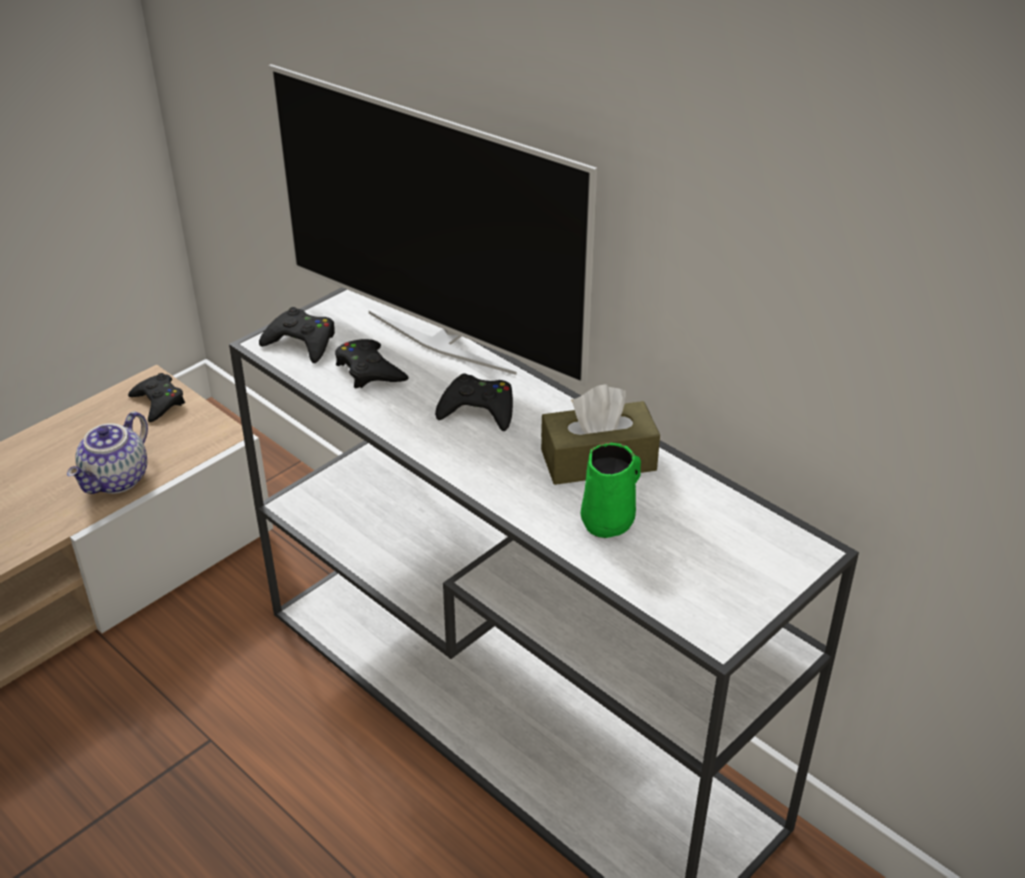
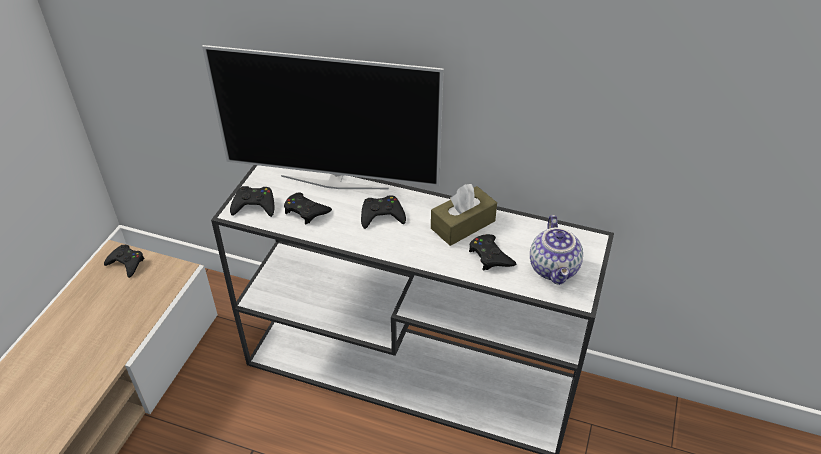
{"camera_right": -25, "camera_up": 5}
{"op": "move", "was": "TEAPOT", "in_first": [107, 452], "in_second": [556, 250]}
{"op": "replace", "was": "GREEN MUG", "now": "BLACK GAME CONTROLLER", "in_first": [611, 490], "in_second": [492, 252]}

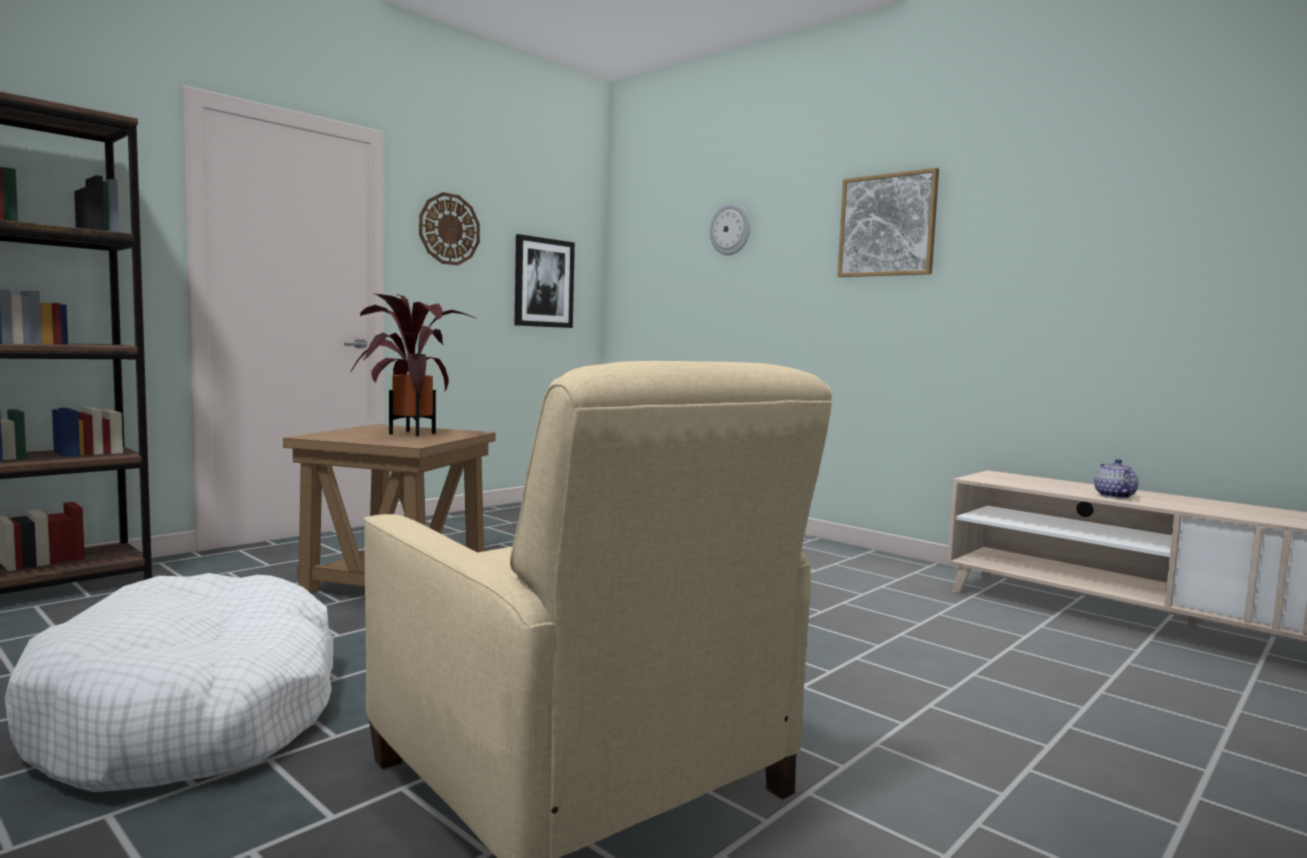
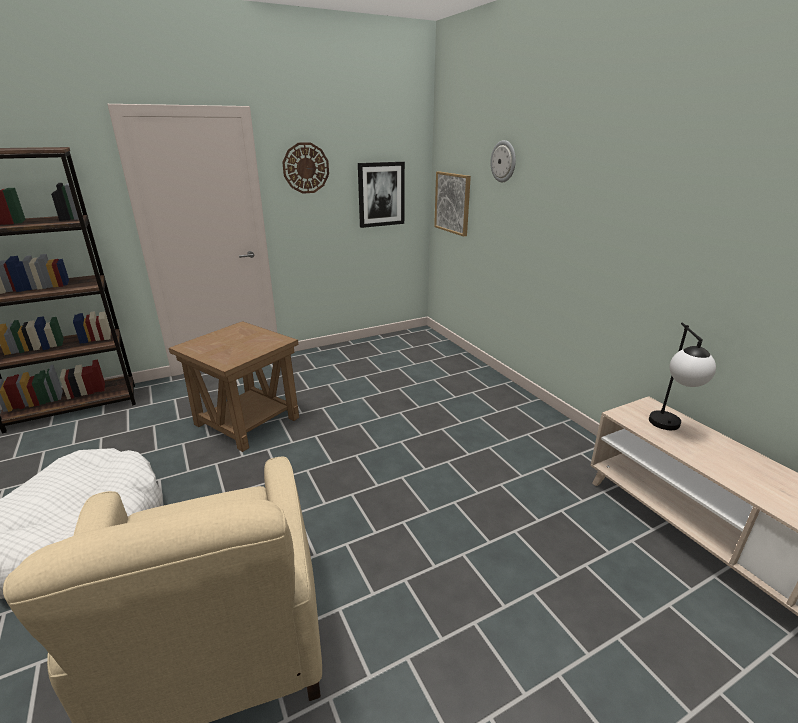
{"camera_right": 20, "camera_up": 20}
{"op": "move", "was": "PICTURE", "in_first": [888, 222], "in_second": [452, 204]}
{"op": "delete", "was": "POTTED PLANT", "in_first": [413, 365]}
{"op": "delete", "was": "TEAPOT", "in_first": [1116, 479]}
{"op": "insert", "now": "TABLE LAMP", "in_second": [682, 376]}

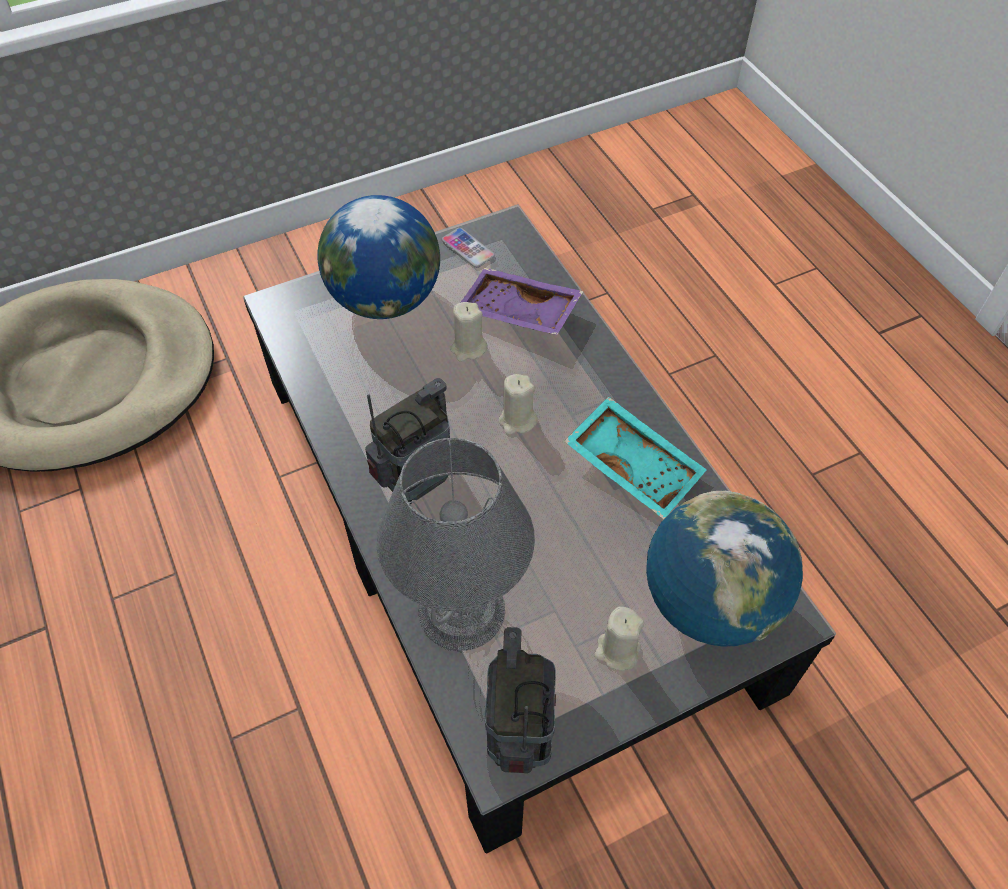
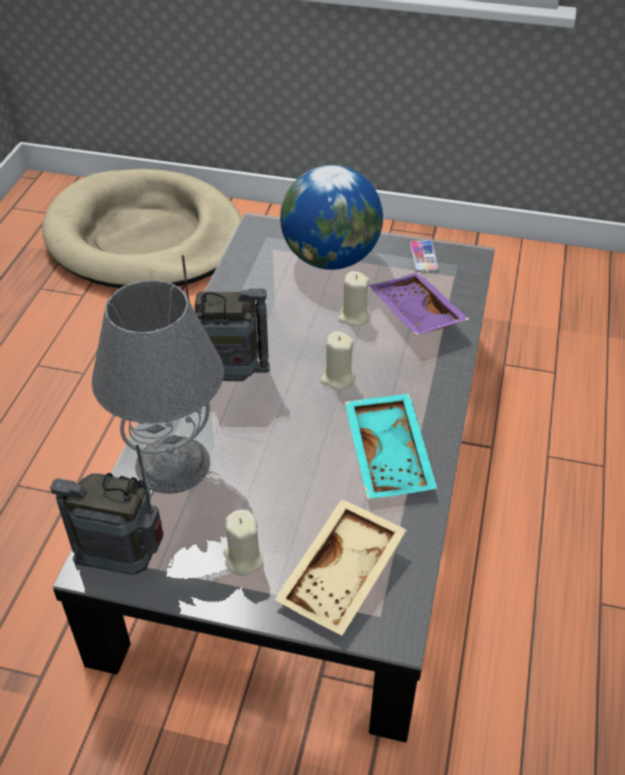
{"camera_right": 40, "camera_up": -10}
{"op": "replace", "was": "GLOBE", "now": "BEIGE TRAY", "in_first": [724, 569], "in_second": [340, 567]}
{"op": "rotate", "was": "RADIO", "in_first": [520, 700], "in_second": [107, 509], "clockwise": -120}

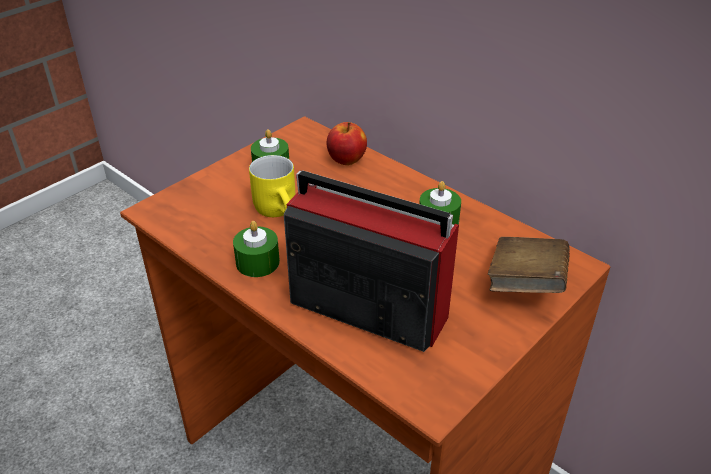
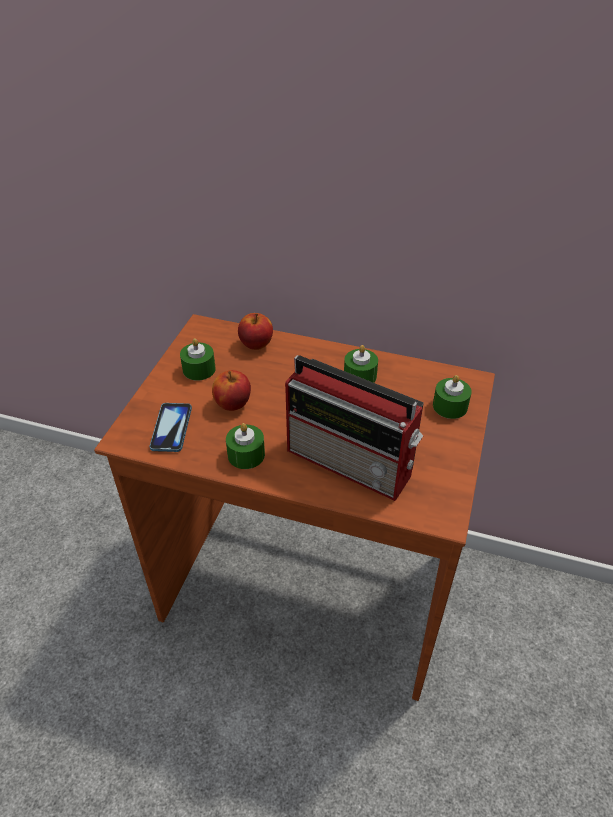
{"camera_right": -25, "camera_up": 5}
{"op": "replace", "was": "YELLOW MUG", "now": "APPLE", "in_first": [272, 186], "in_second": [231, 390]}
{"op": "rotate", "was": "RADIO", "in_first": [371, 261], "in_second": [354, 428], "clockwise": -150}
{"op": "replace", "was": "BROWN BOOK", "now": "GREEN CANDLE", "in_first": [529, 265], "in_second": [452, 397]}
{"op": "insert", "now": "PHONE", "in_second": [171, 427]}

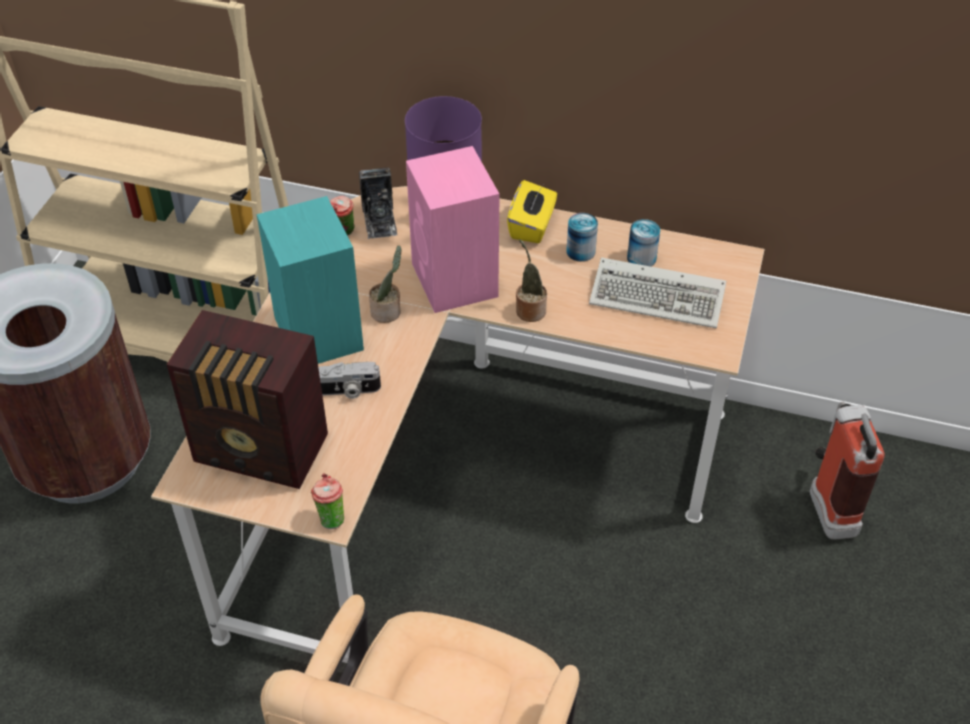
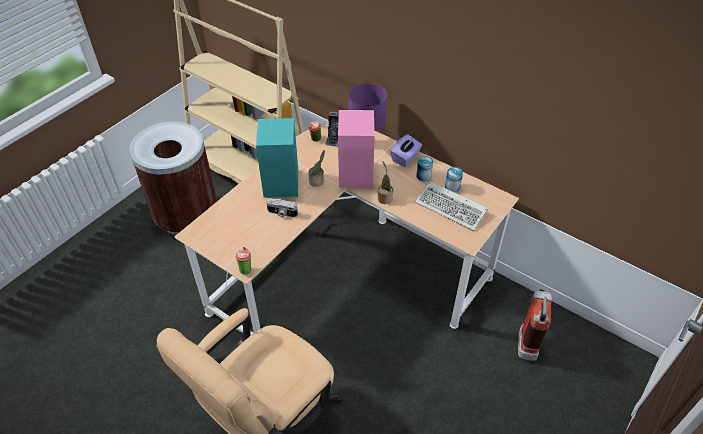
{"camera_right": 20, "camera_up": 0}
{"op": "recolor", "was": "YELLOW TISSUE BOX", "now": "PURPLE TISSUE BOX", "in_first": [532, 211], "in_second": [406, 150]}
{"op": "delete", "was": "RADIO", "in_first": [247, 399]}

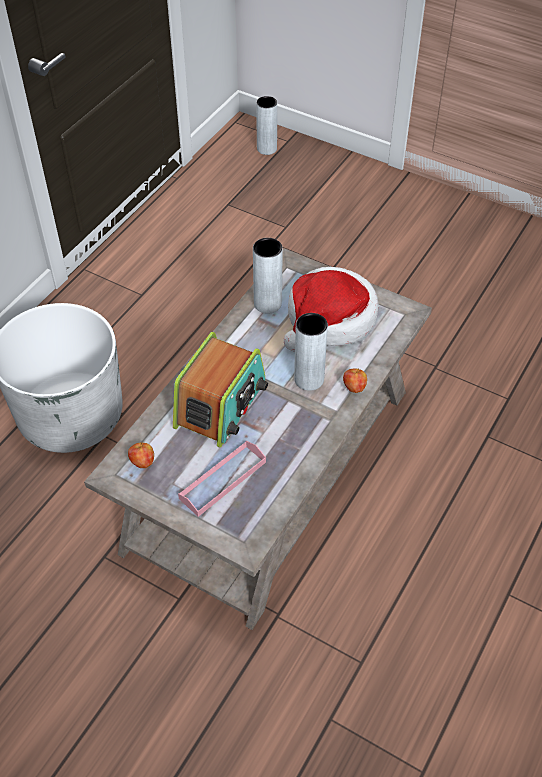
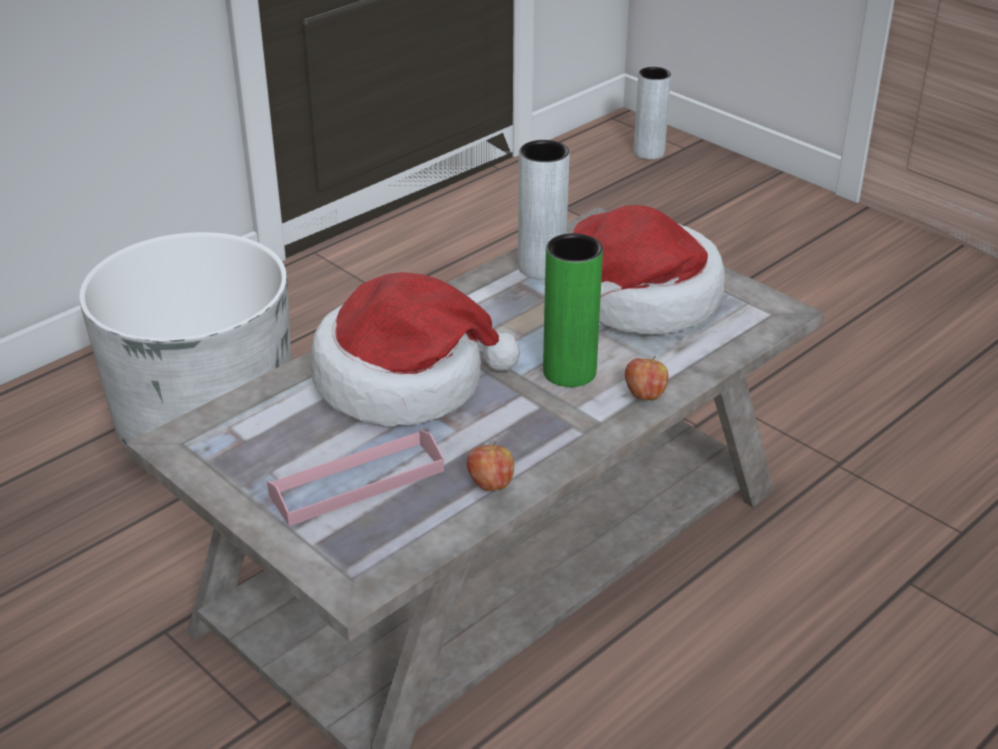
{"camera_right": 15, "camera_up": -15}
{"op": "recolor", "was": "GREY VASE", "now": "GREEN VASE", "in_first": [311, 352], "in_second": [573, 310]}
{"op": "replace", "was": "RADIO", "now": "HAT", "in_first": [220, 390], "in_second": [415, 349]}
{"op": "move", "was": "APPLE", "in_first": [141, 455], "in_second": [490, 466]}

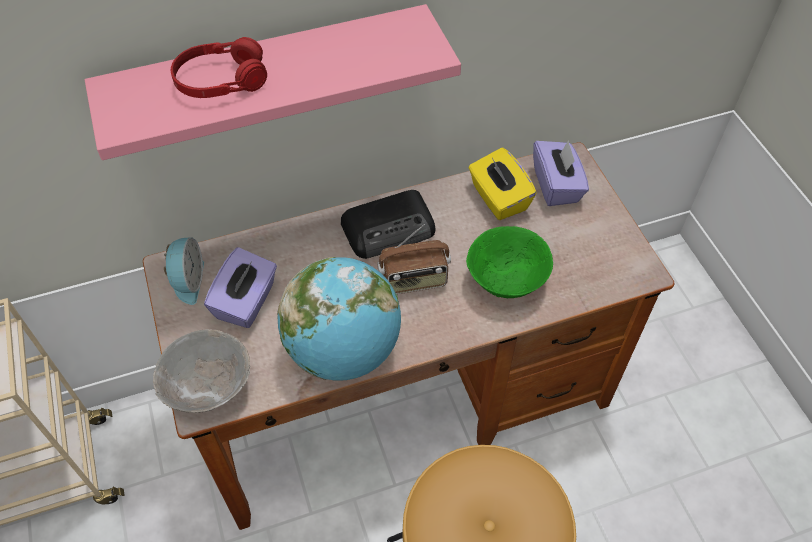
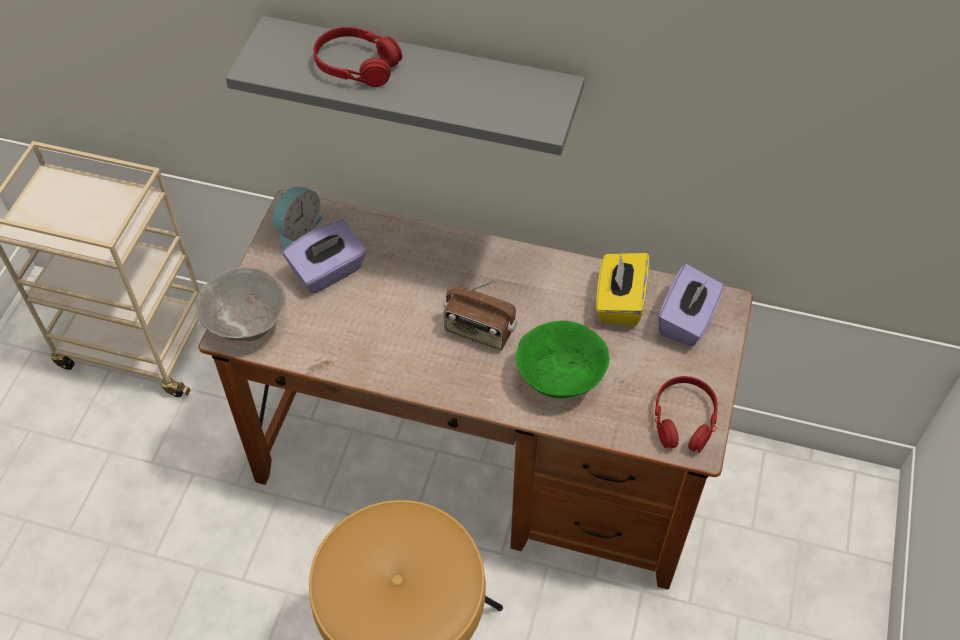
{"camera_right": 35, "camera_up": 0}
{"op": "recolor", "was": "PINK SHELF", "now": "GREY SHELF", "in_first": [273, 82], "in_second": [405, 86]}
{"op": "delete", "was": "RADIO", "in_first": [388, 224]}
{"op": "delete", "was": "GLOBE", "in_first": [339, 319]}
{"op": "insert", "now": "RED HEADPHONES", "in_second": [686, 414]}

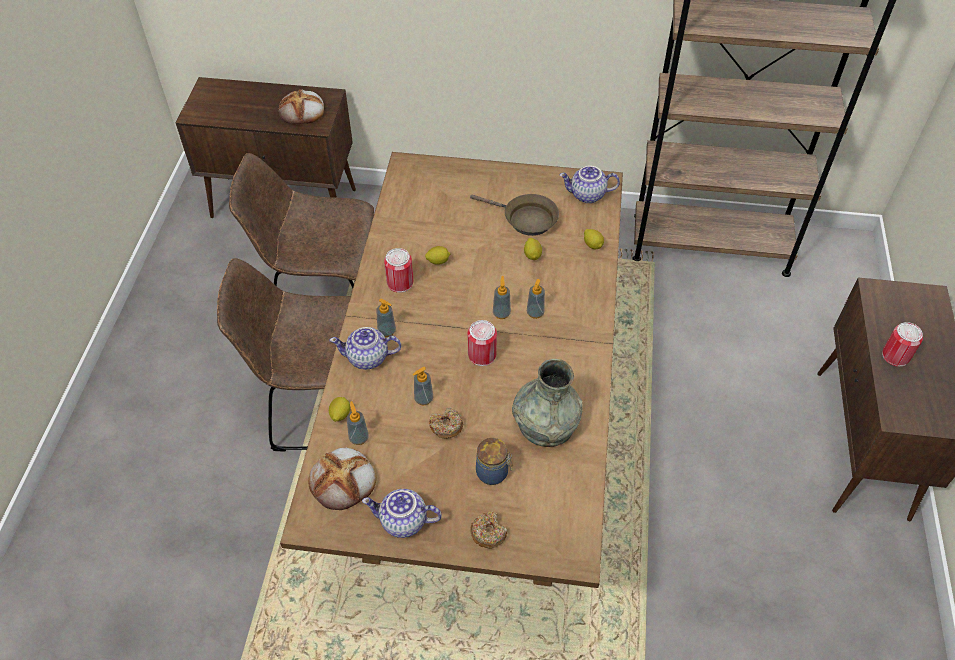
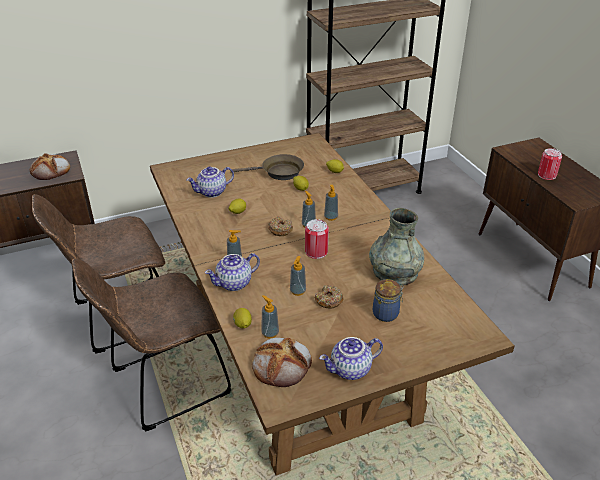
{"camera_right": -30, "camera_up": -15}
{"op": "move", "was": "TEAPOT", "in_first": [589, 184], "in_second": [210, 182]}
{"op": "delete", "was": "CAN", "in_first": [399, 270]}
{"op": "move", "was": "DONUT", "in_first": [488, 530], "in_second": [280, 226]}

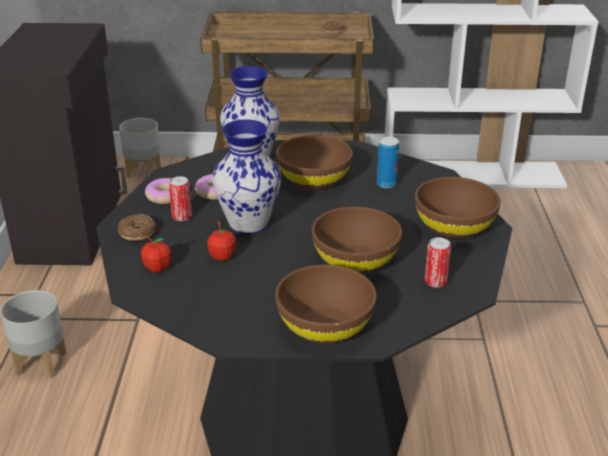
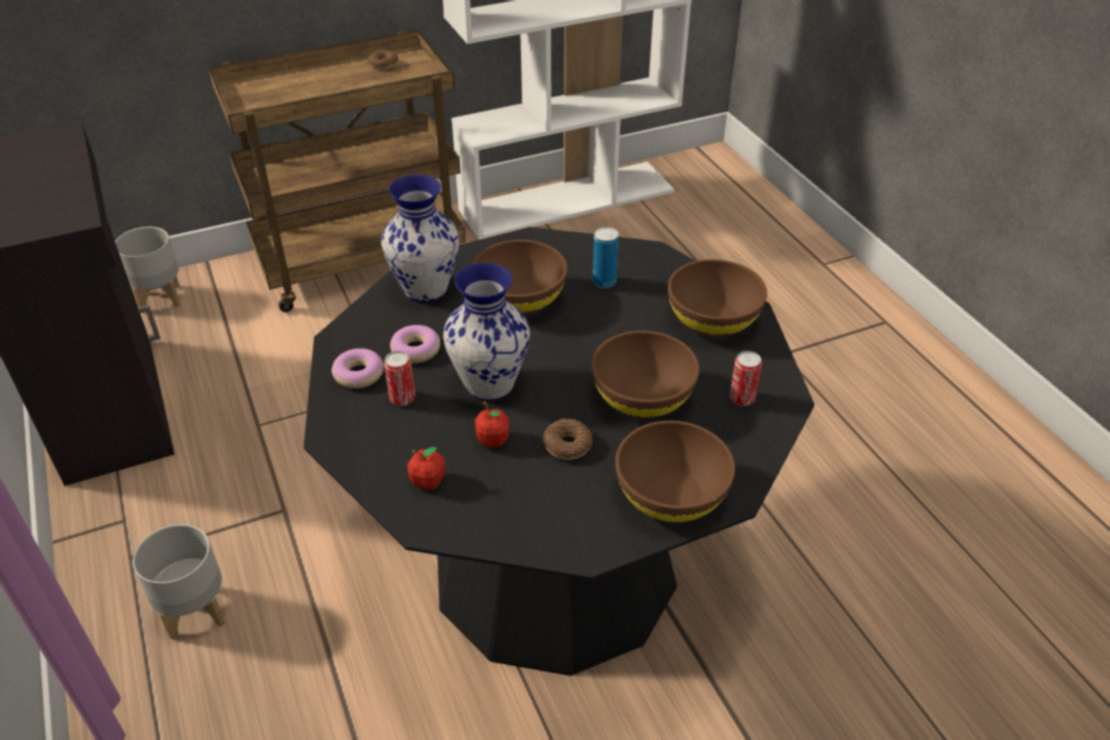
{"camera_right": -25, "camera_up": 10}
{"op": "move", "was": "DONUT", "in_first": [137, 227], "in_second": [568, 439]}

